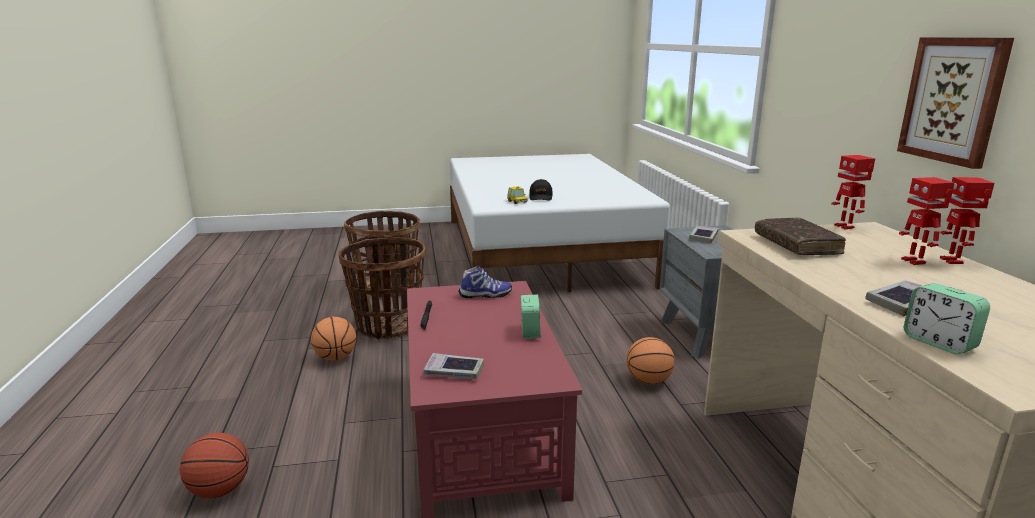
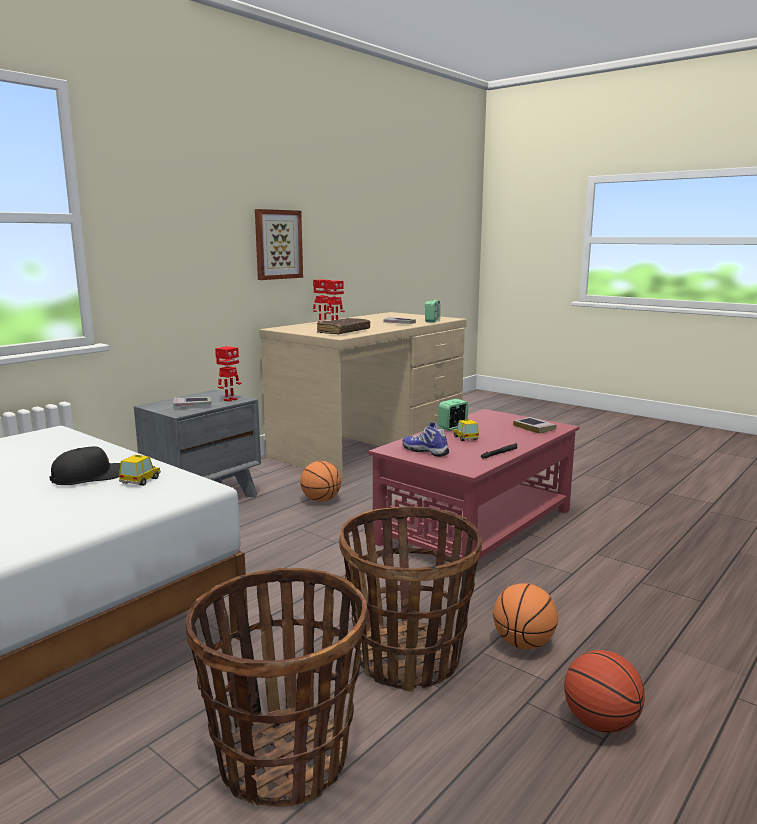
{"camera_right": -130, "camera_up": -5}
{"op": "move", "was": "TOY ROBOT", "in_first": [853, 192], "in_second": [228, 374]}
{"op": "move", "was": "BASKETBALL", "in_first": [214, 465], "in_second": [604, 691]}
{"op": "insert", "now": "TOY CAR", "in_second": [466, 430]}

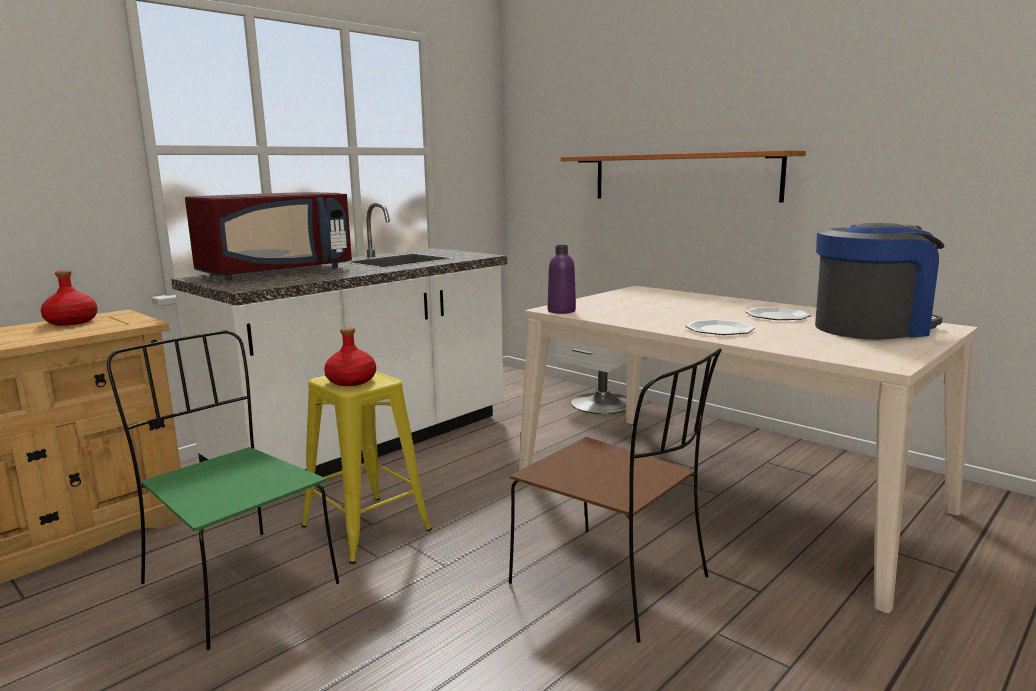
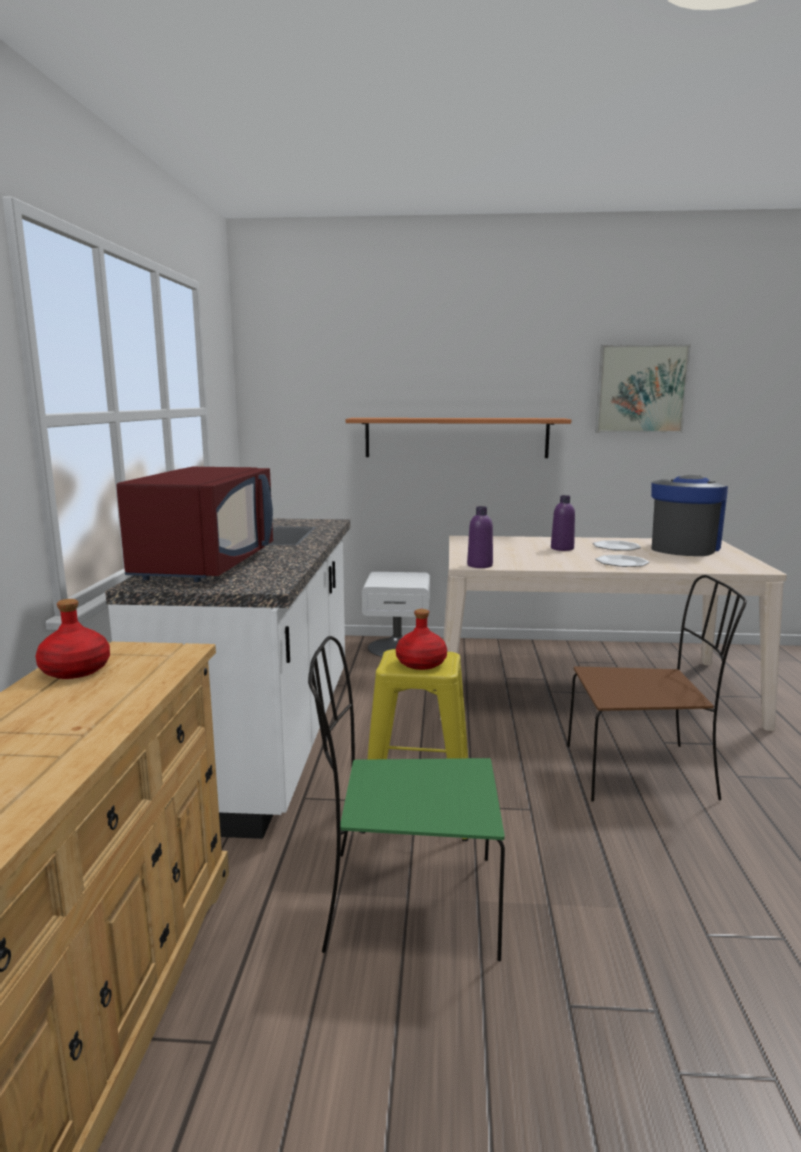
{"camera_right": -40, "camera_up": 0}
{"op": "insert", "now": "PICTURE", "in_second": [643, 388]}
{"op": "insert", "now": "PURPLE BOTTLE", "in_second": [563, 523]}

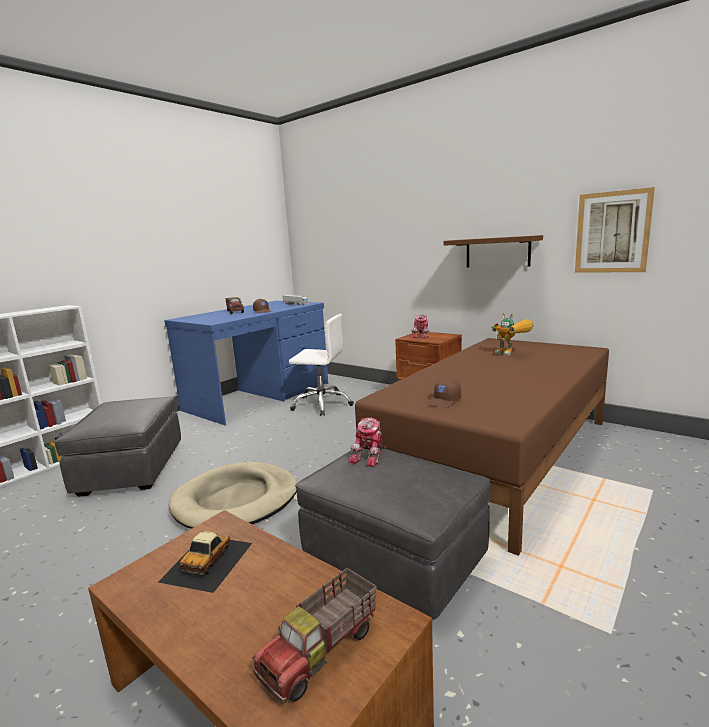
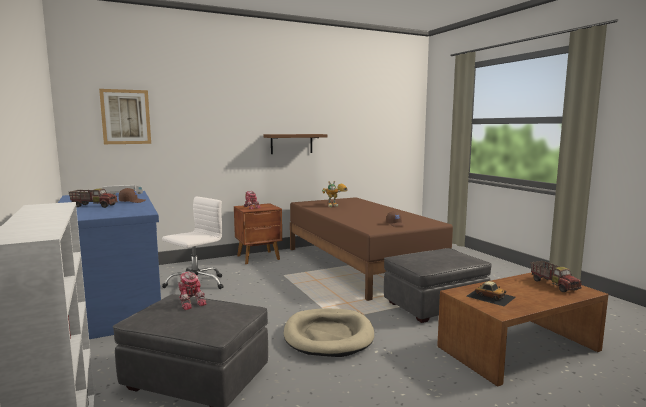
{"camera_right": -65, "camera_up": -5}
{"op": "move", "was": "PICTURE", "in_first": [615, 230], "in_second": [125, 116]}
{"op": "move", "was": "TOY ROBOT", "in_first": [367, 442], "in_second": [192, 291]}

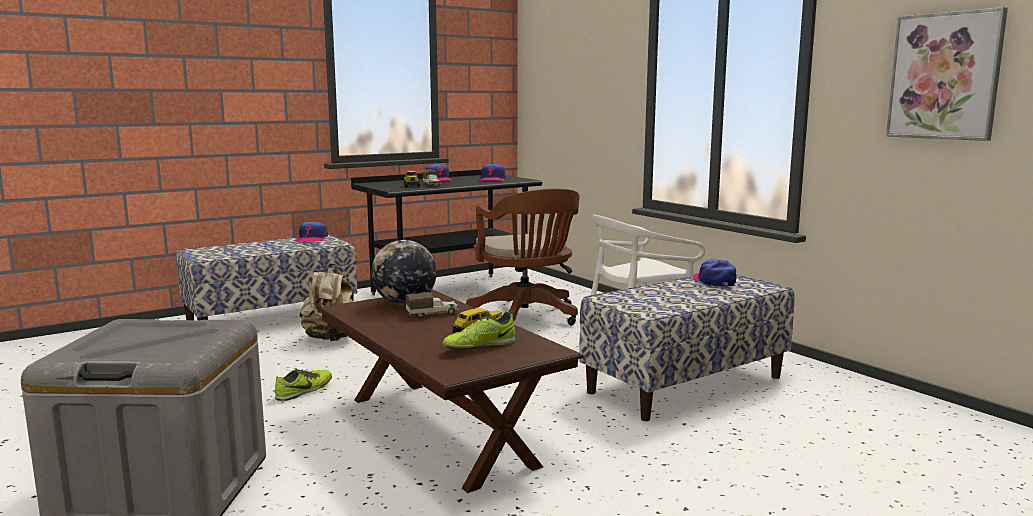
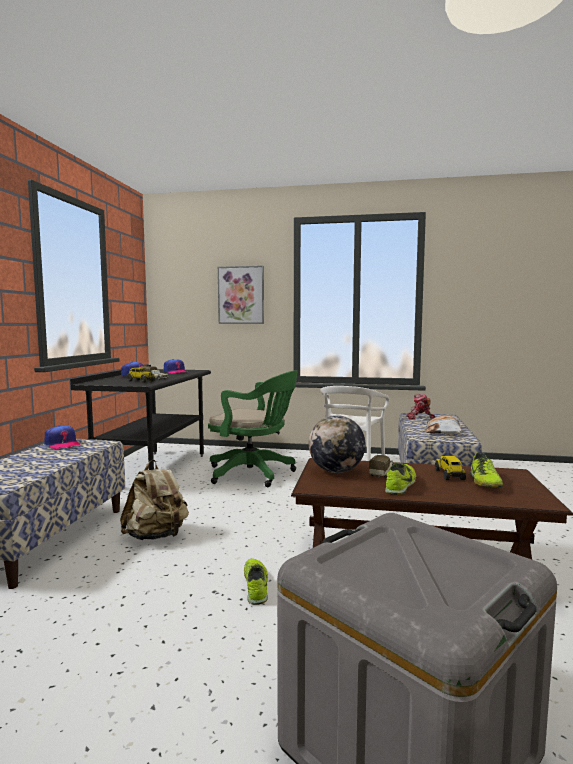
{"camera_right": -45, "camera_up": -5}
{"op": "move", "was": "PICTURE", "in_first": [947, 74], "in_second": [241, 295]}
{"op": "recolor", "was": "BROWN OFFICE CHAIR", "now": "GREEN OFFICE CHAIR", "in_first": [523, 257], "in_second": [253, 428]}
{"op": "replace", "was": "CAP", "now": "TOY ROBOT", "in_first": [714, 273], "in_second": [420, 406]}
{"op": "insert", "now": "PILLOW", "in_second": [443, 425]}
{"op": "insert", "now": "SHOE", "in_second": [400, 478]}

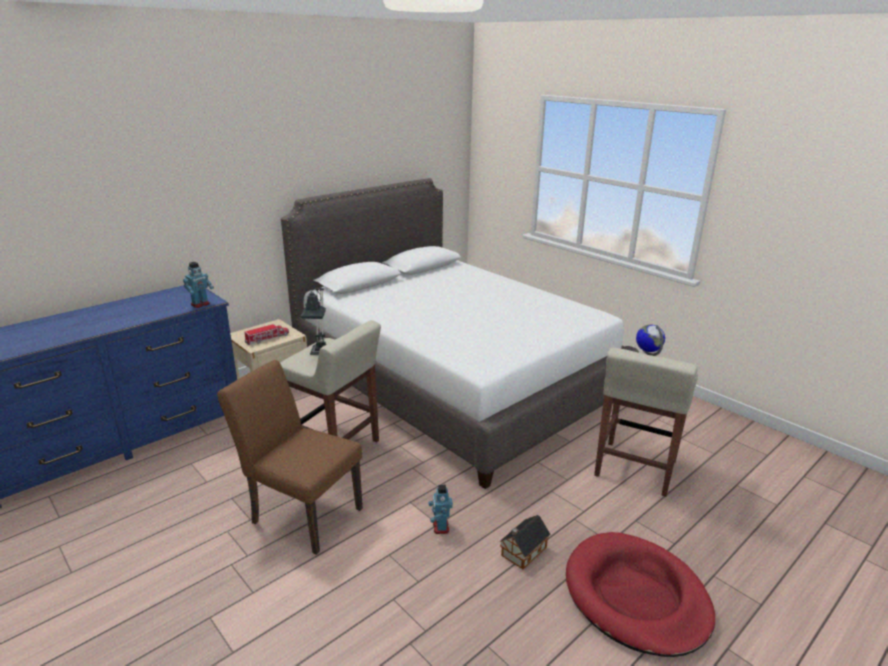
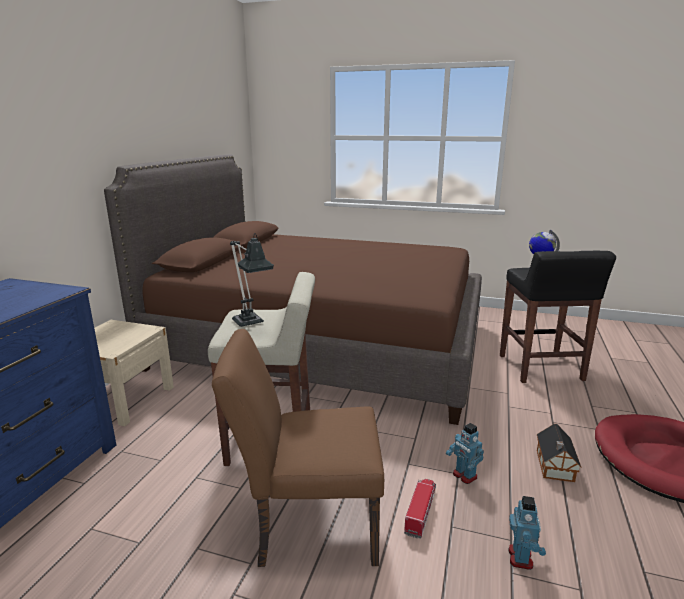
{"camera_right": -30, "camera_up": -5}
{"op": "recolor", "was": "WHITE BED", "now": "BROWN BED", "in_first": [460, 333], "in_second": [293, 289]}
{"op": "move", "was": "TOY ROBOT", "in_first": [198, 285], "in_second": [527, 533]}
{"op": "move", "was": "TOY TRUCK", "in_first": [266, 334], "in_second": [420, 509]}
{"op": "recolor", "was": "BEIGE STOOL", "now": "BLACK STOOL", "in_first": [646, 422], "in_second": [558, 317]}

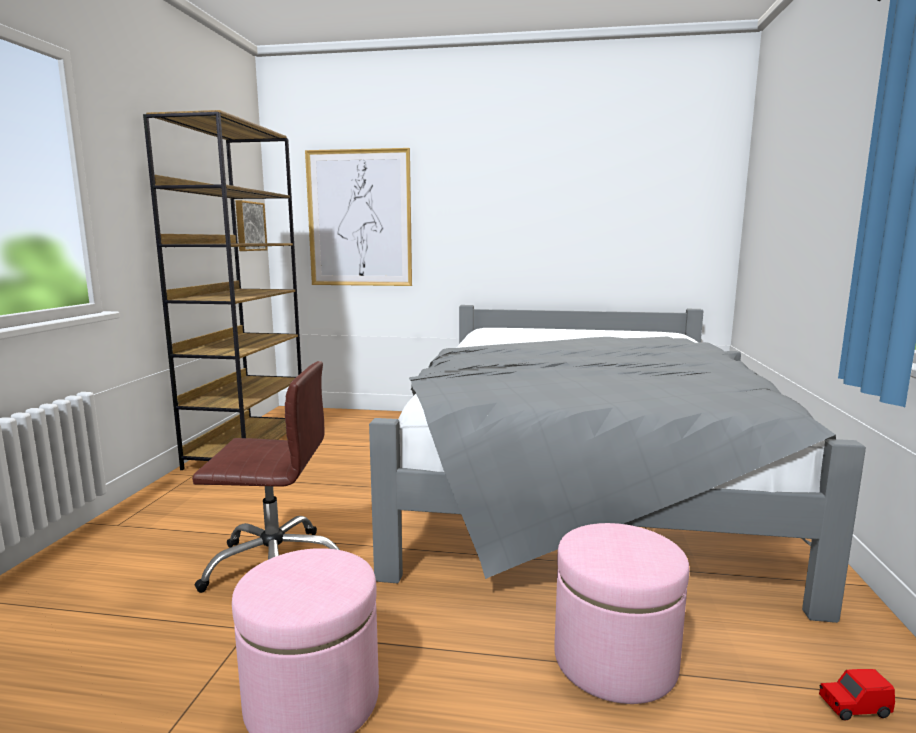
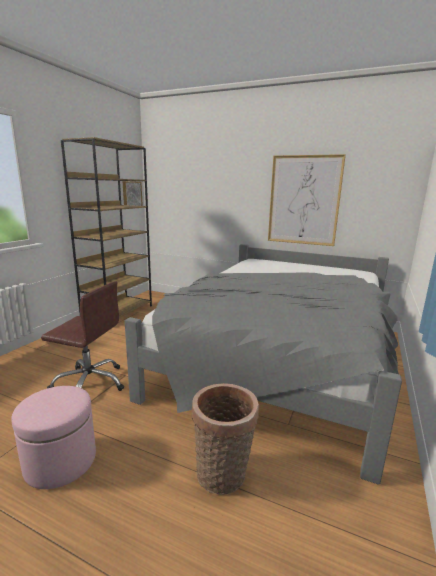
{"camera_right": 15, "camera_up": 5}
{"op": "move", "was": "PICTURE", "in_first": [358, 217], "in_second": [307, 200]}
{"op": "replace", "was": "PINK OTTOMAN", "now": "BASKET", "in_first": [621, 613], "in_second": [225, 439]}
{"op": "delete", "was": "RED TOY CAR", "in_first": [857, 694]}

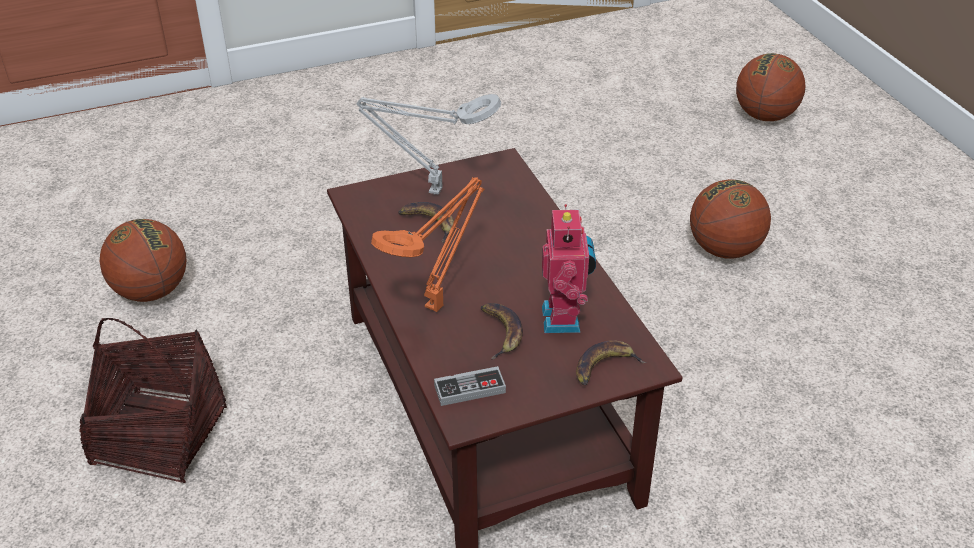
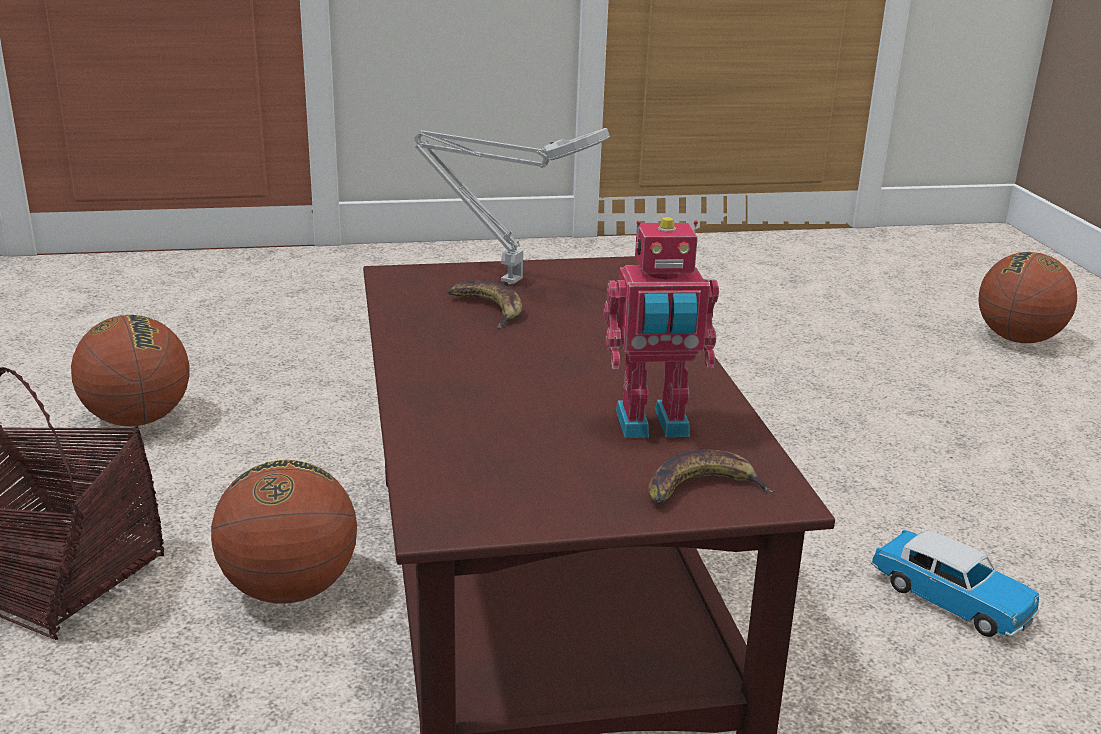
{"camera_right": 10, "camera_up": -15}
{"op": "delete", "was": "ORANGE TABLE LAMP", "in_first": [428, 244]}
{"op": "move", "was": "BASKETBALL", "in_first": [730, 219], "in_second": [284, 532]}
{"op": "rotate", "was": "TOY ROBOT", "in_first": [569, 268], "in_second": [661, 327], "clockwise": 75}
{"op": "delete", "was": "BANANA", "in_first": [501, 331]}
{"op": "delete", "was": "GAME CONTROLLER", "in_first": [470, 386]}
{"op": "insert", "now": "TOY CAR", "in_second": [955, 583]}

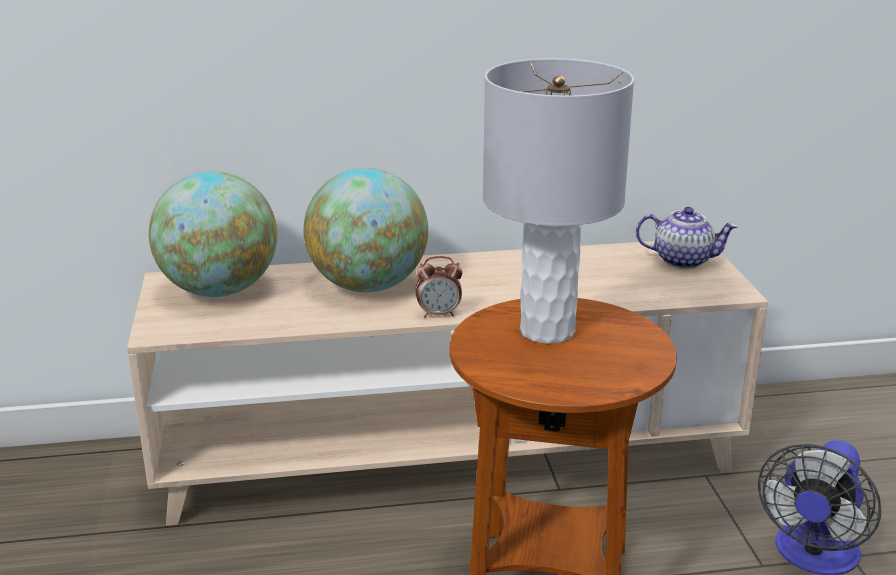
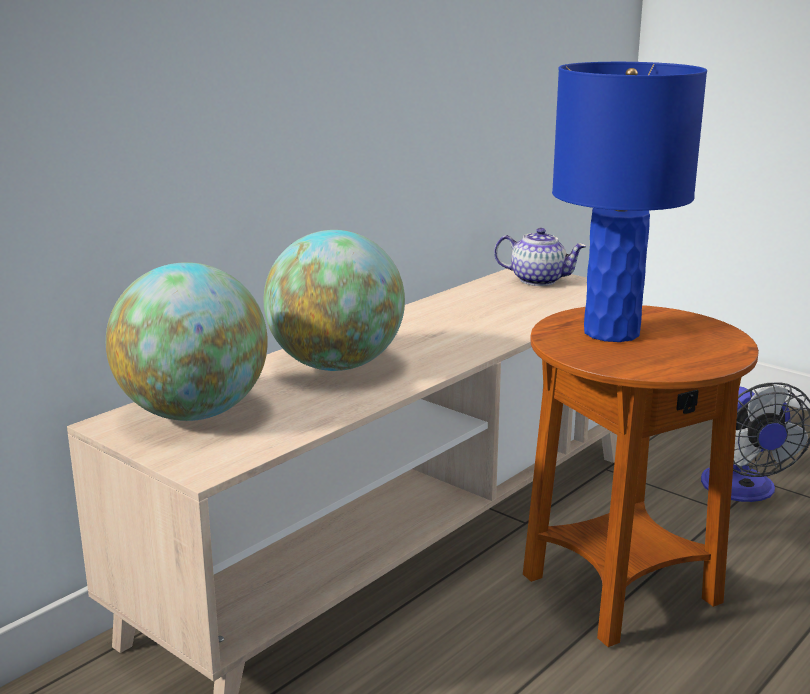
{"camera_right": -40, "camera_up": -5}
{"op": "recolor", "was": "GREY TABLE LAMP", "now": "BLUE TABLE LAMP", "in_first": [558, 201], "in_second": [629, 202]}
{"op": "rotate", "was": "TEAPOT", "in_first": [687, 238], "in_second": [540, 257], "clockwise": 45}
{"op": "delete", "was": "ALARM CLOCK", "in_first": [439, 287]}

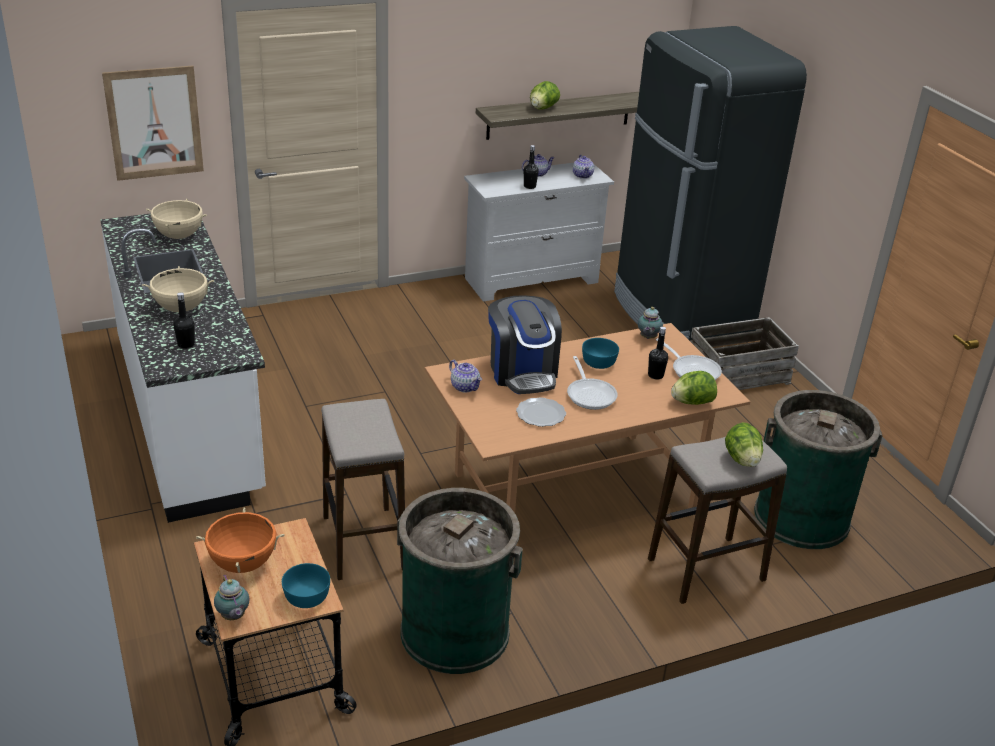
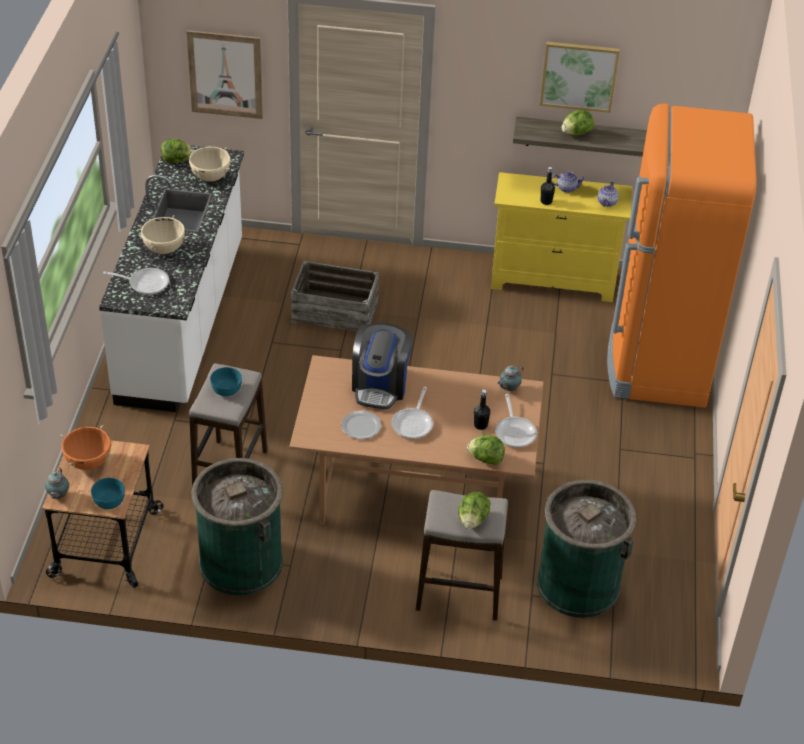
{"camera_right": 30, "camera_up": 10}
{"op": "recolor", "was": "BLACK FRIDGE", "now": "ORANGE FRIDGE", "in_first": [710, 183], "in_second": [682, 255]}
{"op": "recolor", "was": "WHITE DRESSER", "now": "YELLOW DRESSER", "in_first": [539, 232], "in_second": [561, 237]}
{"op": "replace", "was": "BLACK BOTTLE", "now": "FRYING PAN", "in_first": [184, 320], "in_second": [136, 281]}
{"op": "move", "was": "CRATE", "in_first": [744, 353], "in_second": [335, 296]}
{"op": "move", "was": "TURQUOISE BOWL", "in_first": [600, 353], "in_second": [226, 381]}
{"op": "delete", "was": "TEAPOT", "in_first": [465, 376]}
{"op": "insert", "now": "PICTURE", "in_second": [580, 77]}
{"op": "insert", "now": "LETTUCE", "in_second": [177, 151]}

